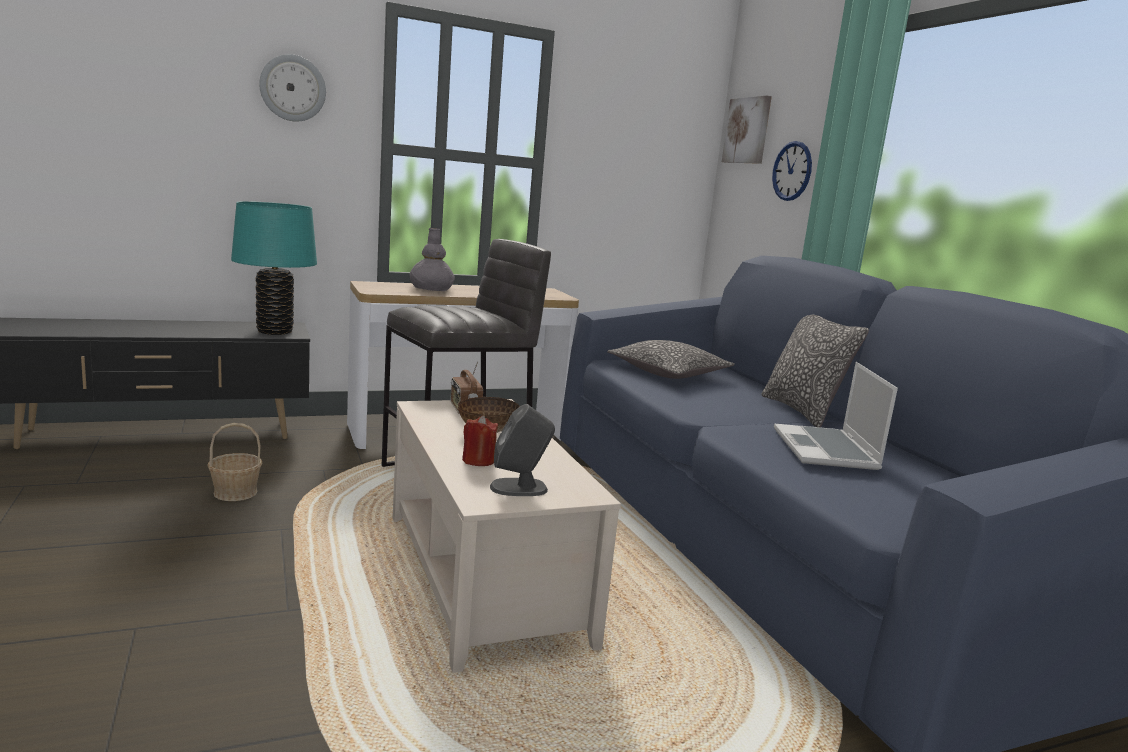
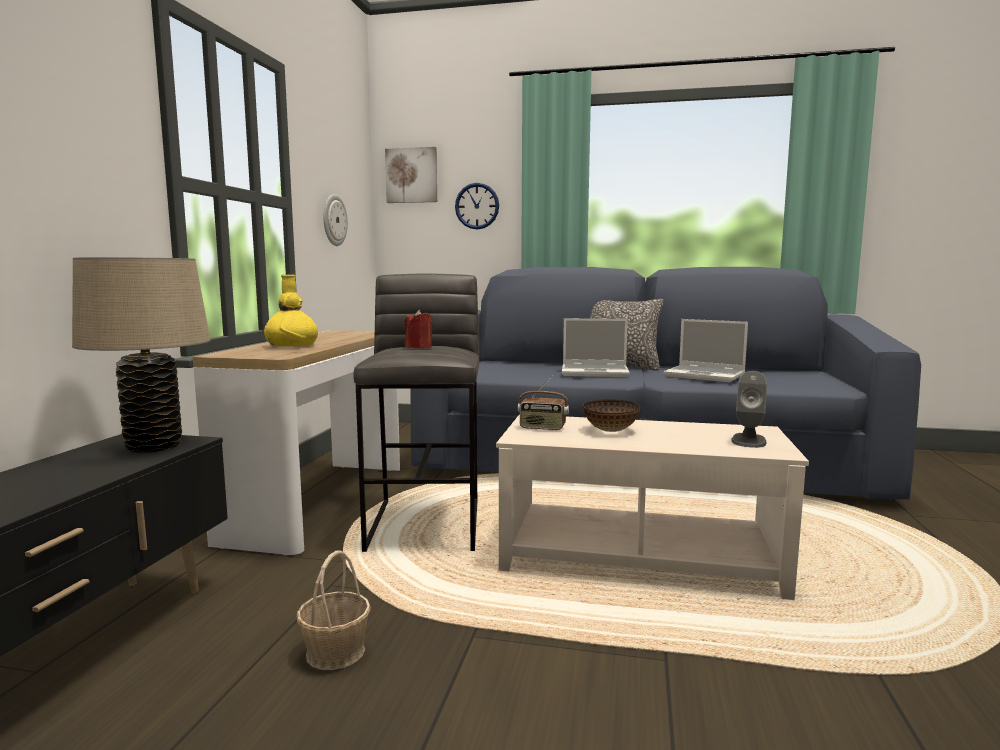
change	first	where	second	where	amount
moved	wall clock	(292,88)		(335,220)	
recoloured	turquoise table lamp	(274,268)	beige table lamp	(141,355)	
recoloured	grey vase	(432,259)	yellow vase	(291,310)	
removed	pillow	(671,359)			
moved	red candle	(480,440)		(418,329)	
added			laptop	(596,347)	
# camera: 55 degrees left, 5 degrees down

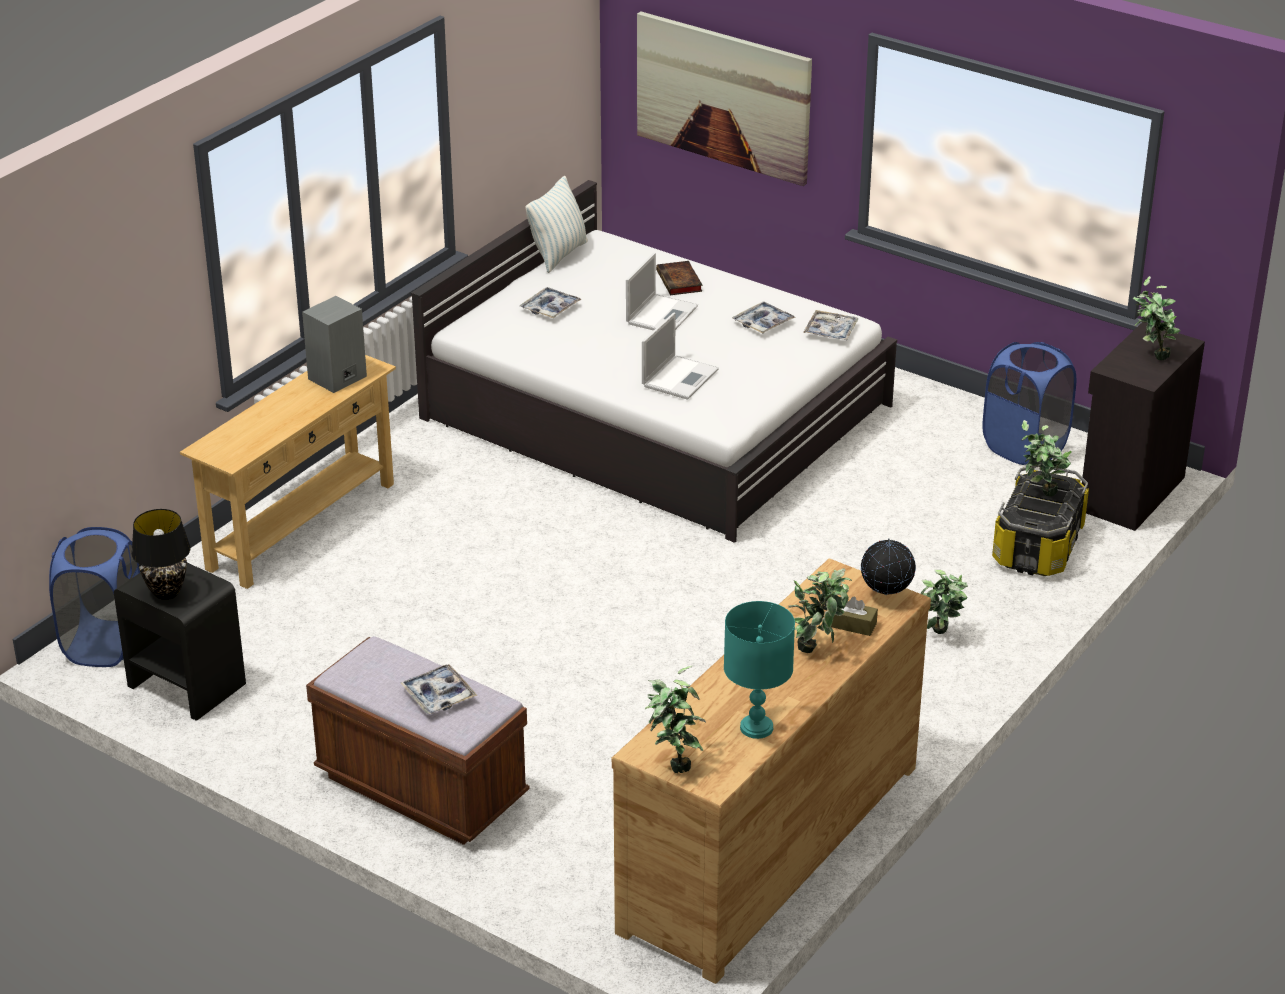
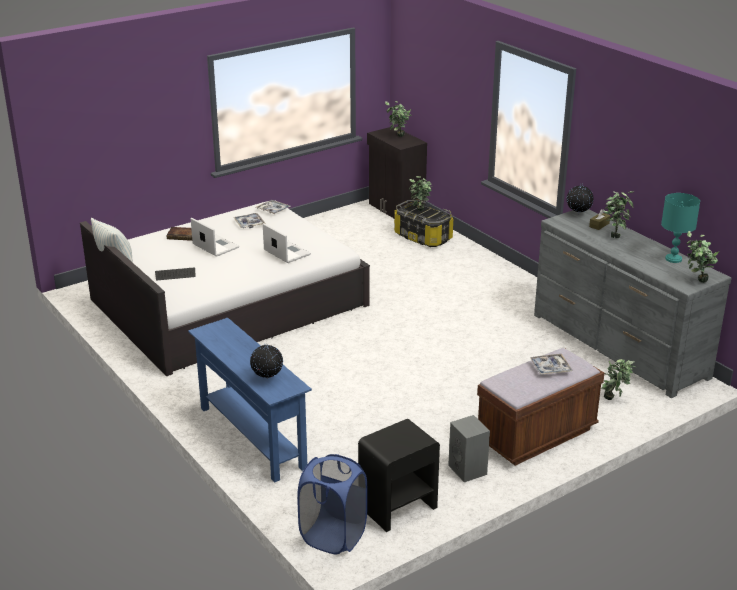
change	first	where	second	where	amount
removed	picture	(724,98)			
replaced	tray	(550,302)	keyboard	(175,273)	
moved	grey speaker	(334,344)		(469,448)	
removed	blue laundry basket	(1029,403)			
recoloured	beige console table	(288,472)	blue console table	(250,400)	
removed	black table lamp	(161,554)			
recoloured	brown dresser	(771,771)	grey dresser	(633,303)	
moved	potted plant	(944,602)		(618,379)	
added			globe	(266,361)	
# camera: 70 degrees left, 5 degrees down

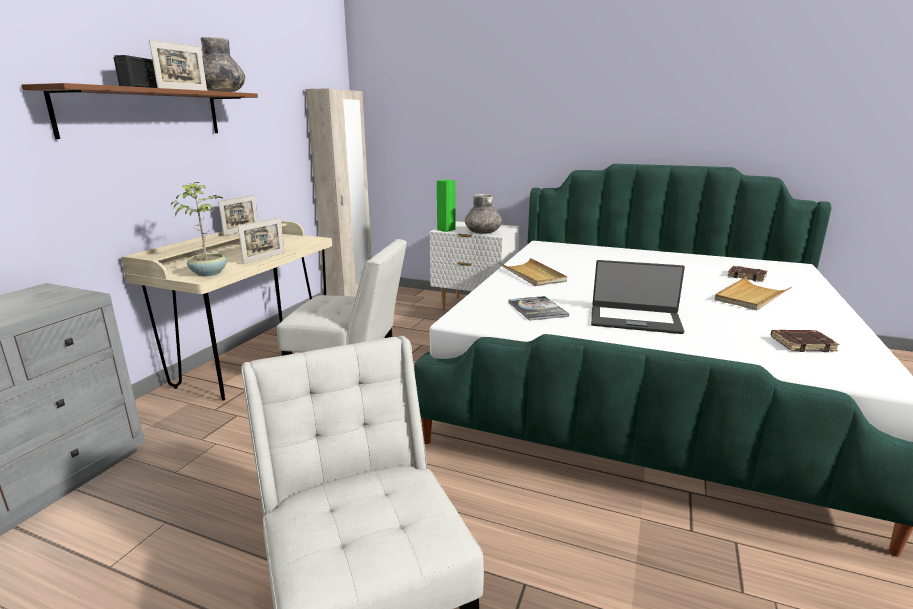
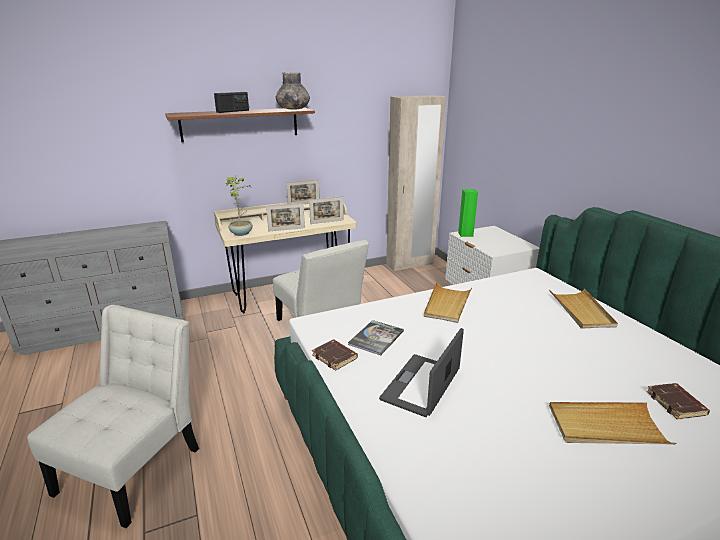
change	first	where	second	where	amount
moved	picture frame	(178,65)		(326,210)	
removed	grey vase	(483,214)			
turned	laptop	(638,297)		(421,372)	60 degrees clockwise
moved	brown book	(805,341)		(335,355)	
added			beige tray	(583,309)	
# camera: 45 degrees right, 5 degrees up

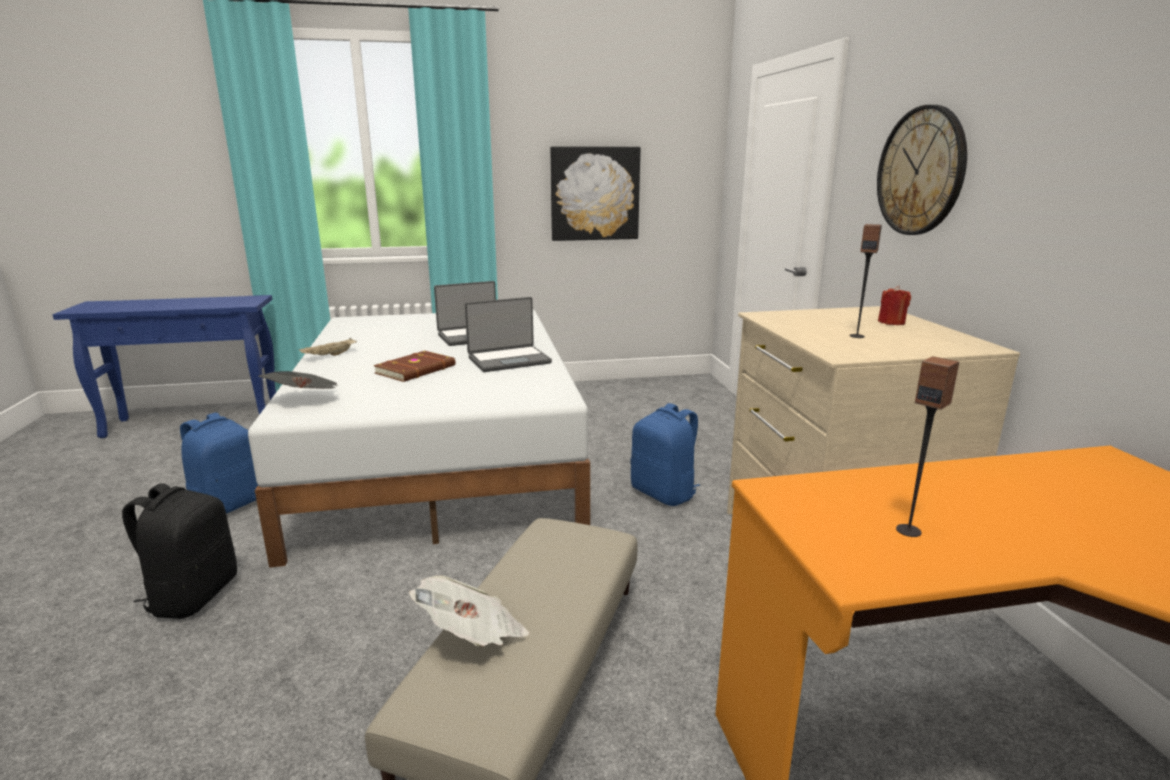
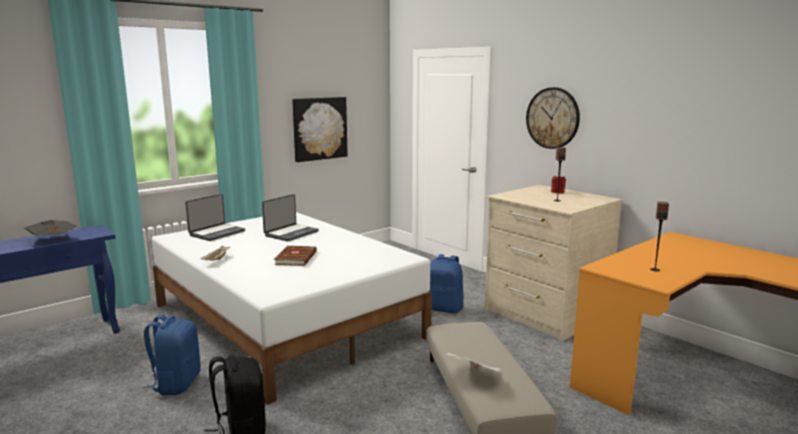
change	first	where	second	where	amount
moved	laptop	(508,334)		(215,217)	
moved	newspaper	(298,380)		(50,228)	
# camera: 30 degrees left, 5 degrees down

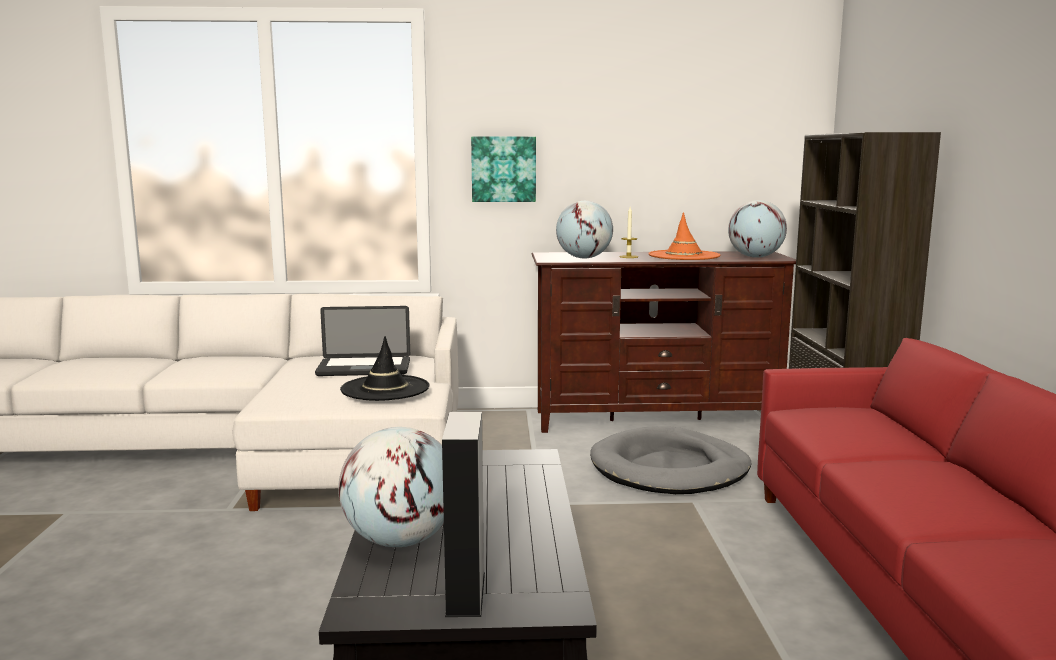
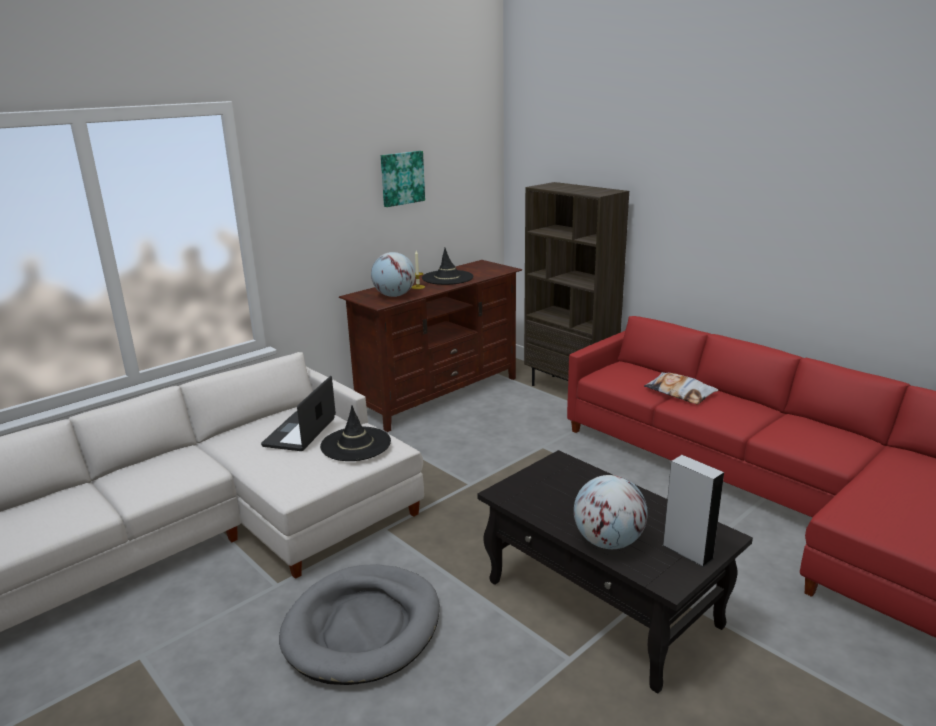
change	first	where	second	where	amount
moved	picture	(503,169)		(403,179)	
removed	globe	(757,229)			
recoloured	orange hat	(684,236)	black hat	(448,266)	
turned	laptop	(362,341)		(298,413)	150 degrees clockwise
moved	grey dog bed	(670,460)		(359,624)	
added			pillow	(681,388)	
# camera: 40 degrees left, 10 degrees up

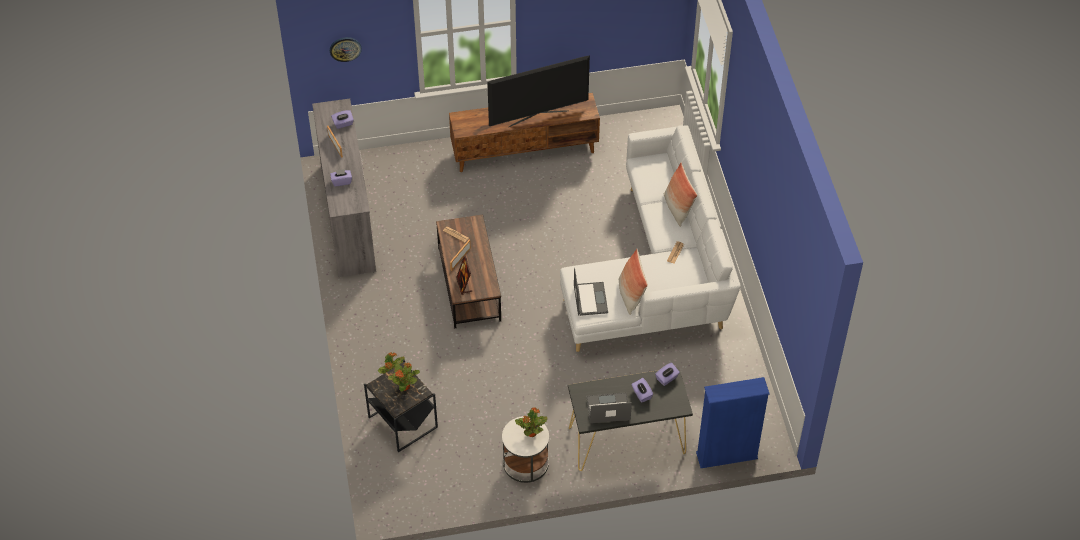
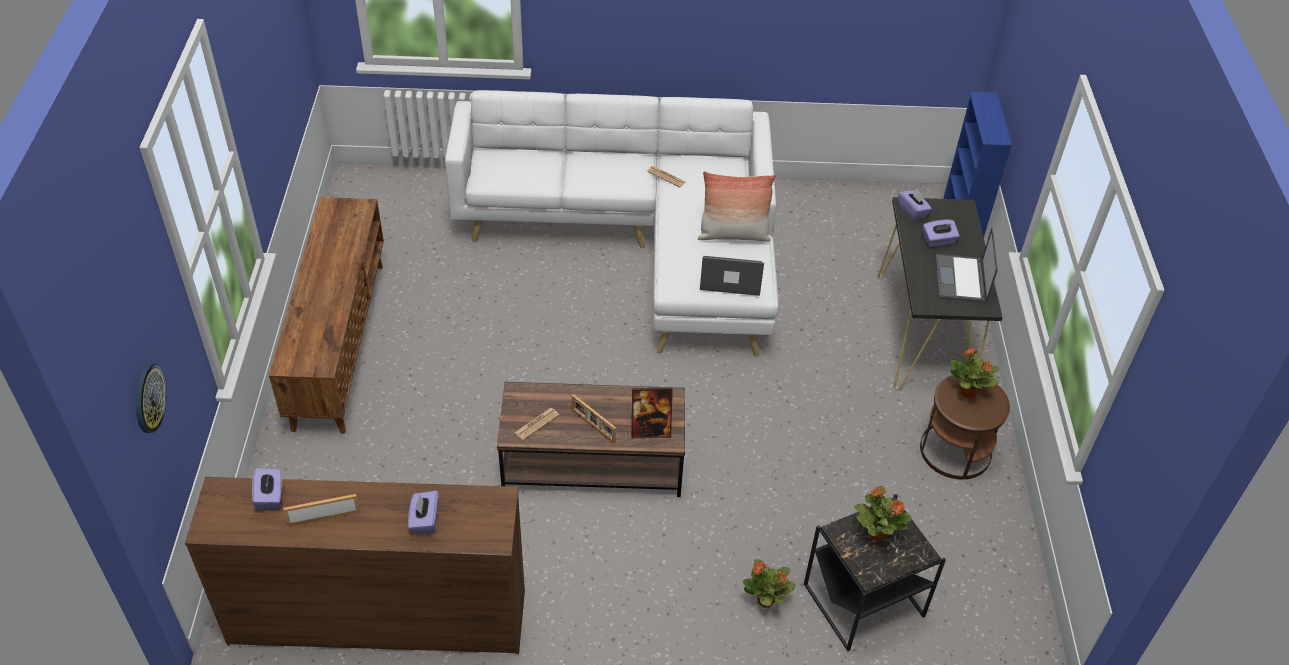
change	first	where	second	where	amount
removed	television	(538,91)			
recoloured	grey dresser	(344,187)	brown dresser	(355,565)	
removed	pillow	(680,194)			
recoloured	white side table	(525,449)	brown side table	(965,427)	
# camera: 80 degrees left, 5 degrees down

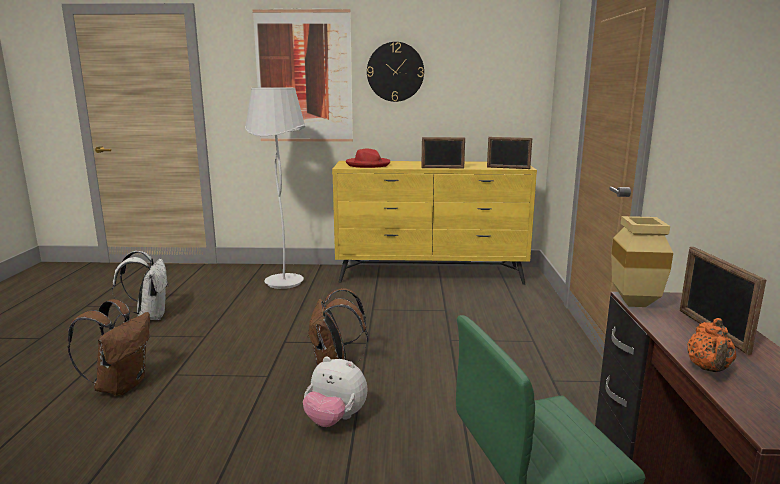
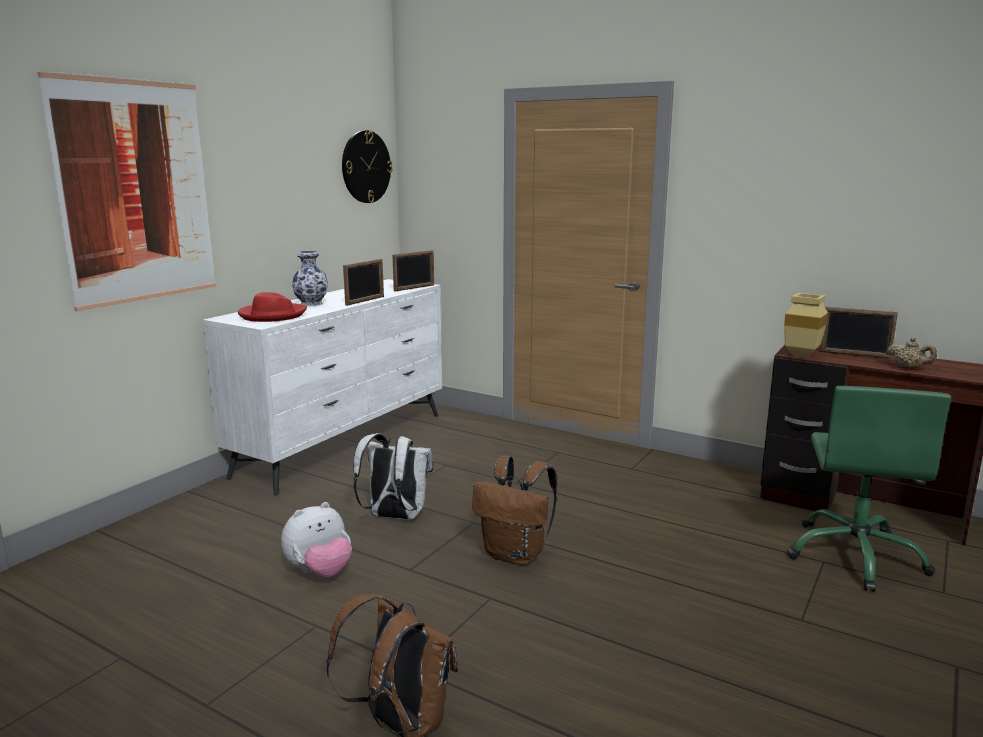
change	first	where	second	where	amount
moved	wall clock	(395,72)		(367,166)	
removed	white floor lamp	(275,188)			
recoloured	yellow dresser	(434,223)	white dresser	(322,387)	
moved	white backpack	(140,285)		(393,476)	
recoloured	orange teapot	(711,345)	beige teapot	(912,353)	
moved	plush toy	(335,391)		(316,539)	
added			vase	(310,278)	
# camera: 60 degrees left, 0 degrees up

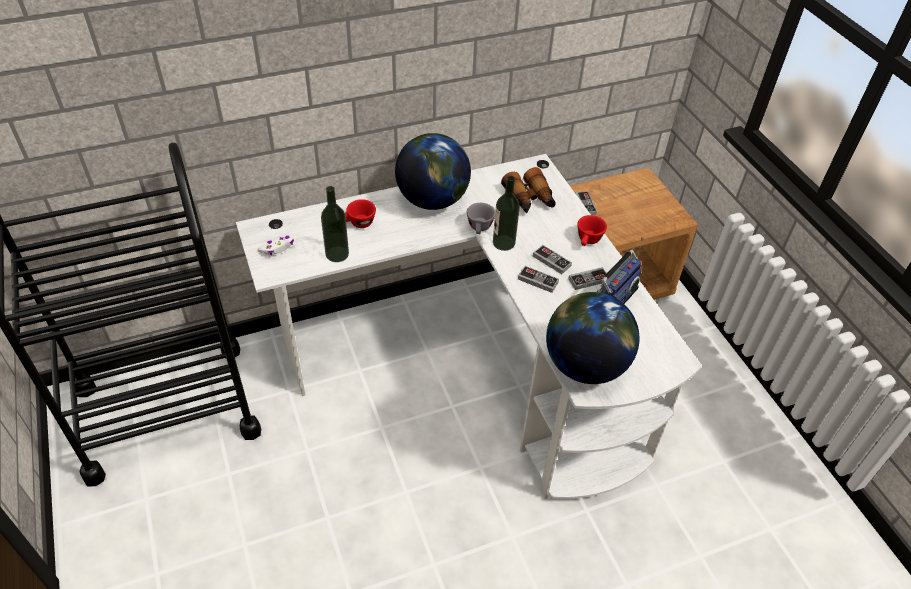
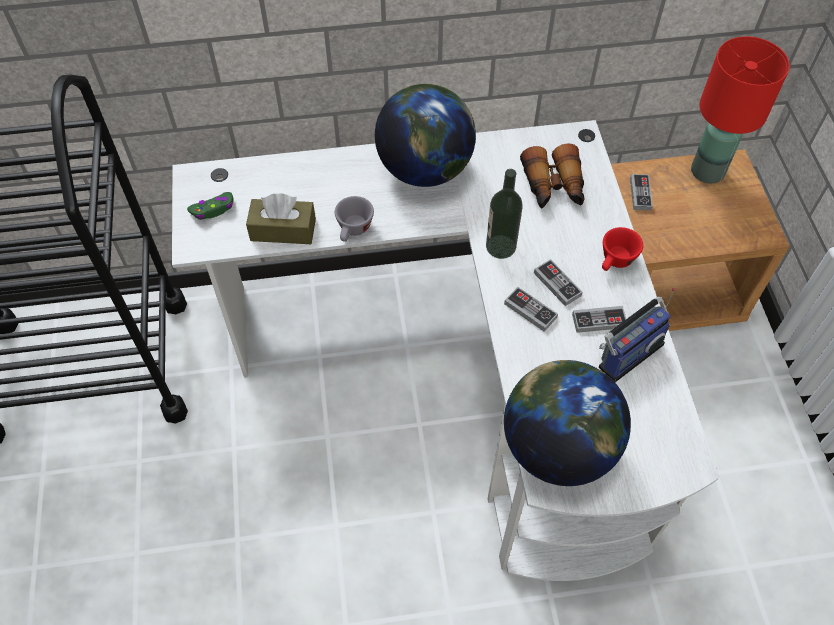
change	first	where	second	where	amount
replaced	bottle	(335,224)	brown tissue box	(281,219)	
removed	red cup	(360,213)			
moved	grey cup	(481,218)		(354,219)	
recoloured	white game controller	(275,244)	green game controller	(210,206)	
added			red table lamp	(740,109)	
# camera: 15 degrees right, 10 degrees up

